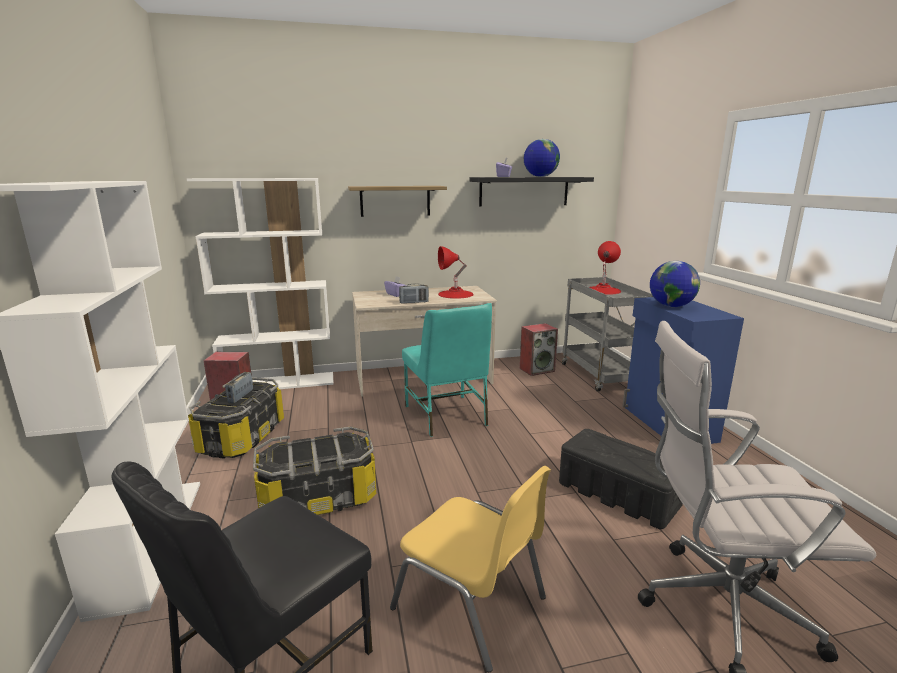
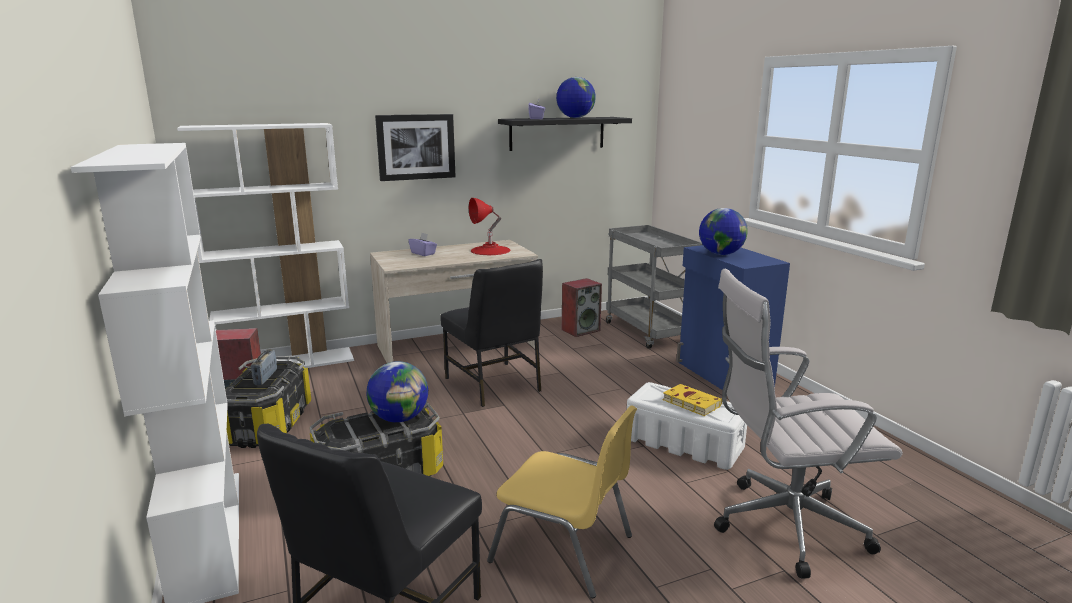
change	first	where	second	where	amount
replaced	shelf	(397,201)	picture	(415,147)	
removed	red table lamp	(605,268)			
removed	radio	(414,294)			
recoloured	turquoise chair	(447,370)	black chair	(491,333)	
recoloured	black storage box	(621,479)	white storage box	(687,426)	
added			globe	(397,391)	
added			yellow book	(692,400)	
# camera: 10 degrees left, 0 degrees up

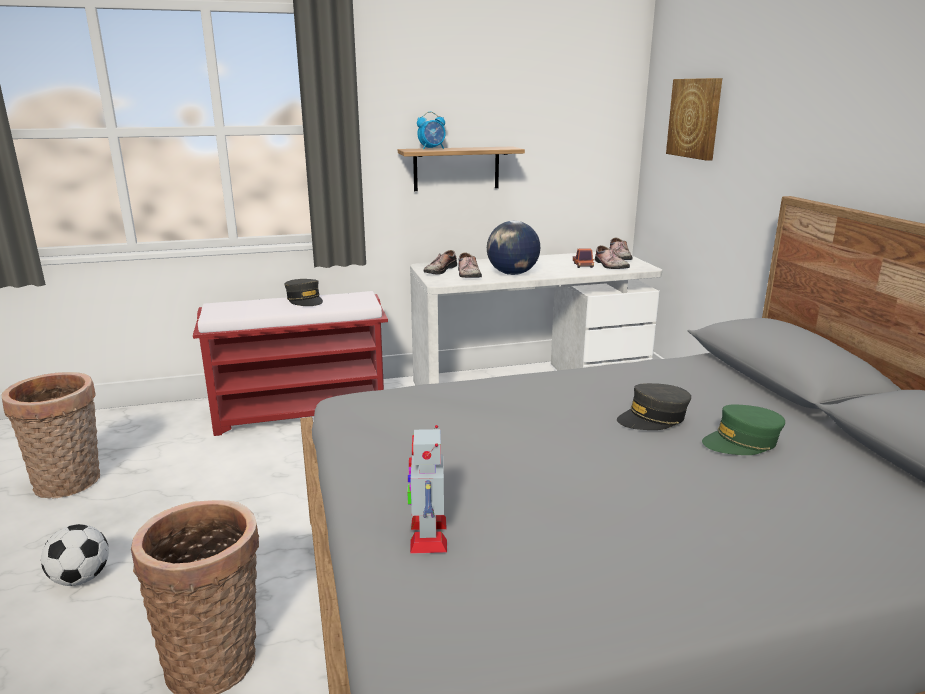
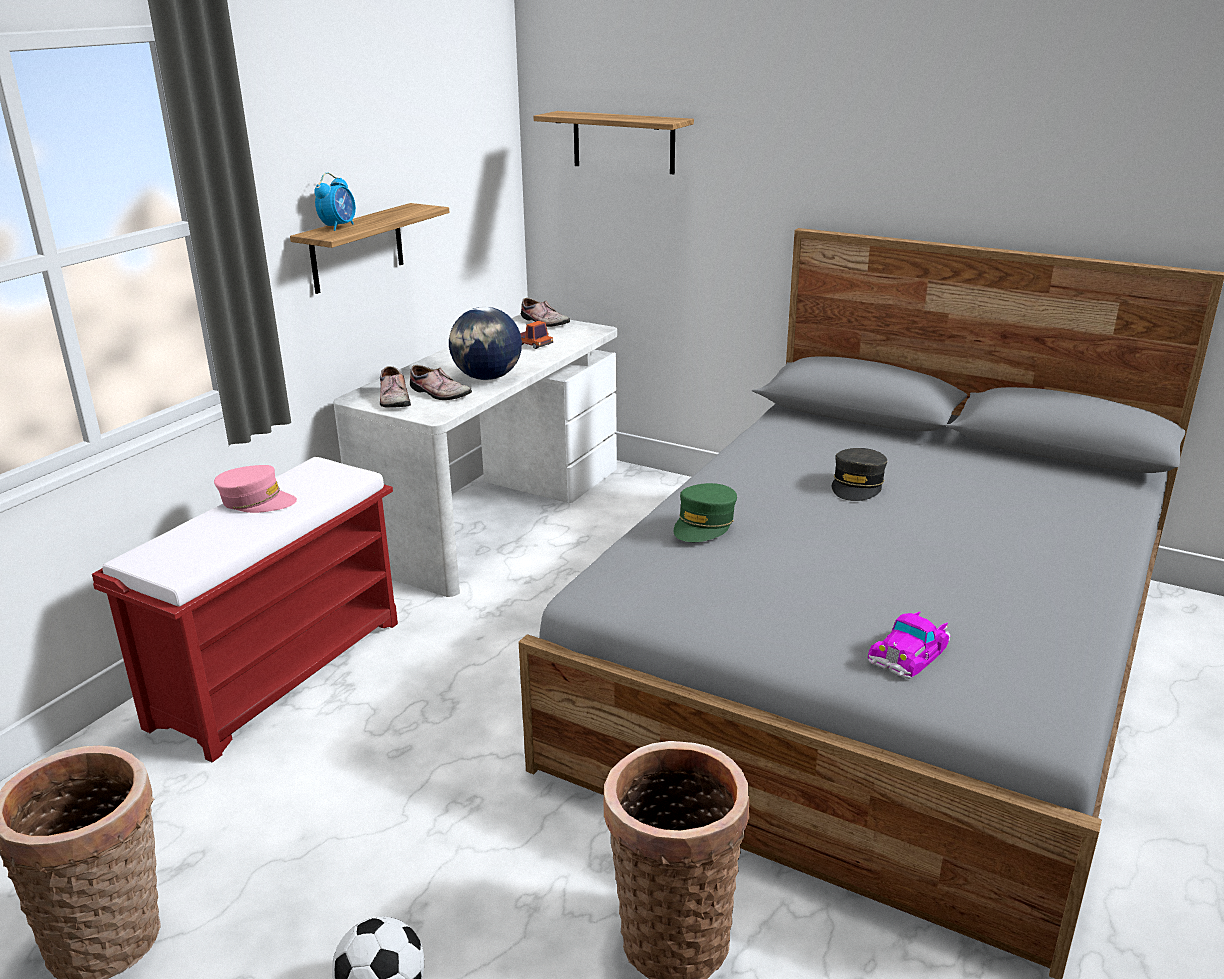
change	first	where	second	where	amount
replaced	picture	(694,119)	shelf	(614,142)	
removed	shoe	(612,257)			
recoloured	grey cap	(303,292)	pink cap	(255,489)	
moved	green cap	(743,430)		(705,512)	
replaced	toy robot	(427,489)	toy car	(909,645)	
# camera: 45 degrees left, 5 degrees up

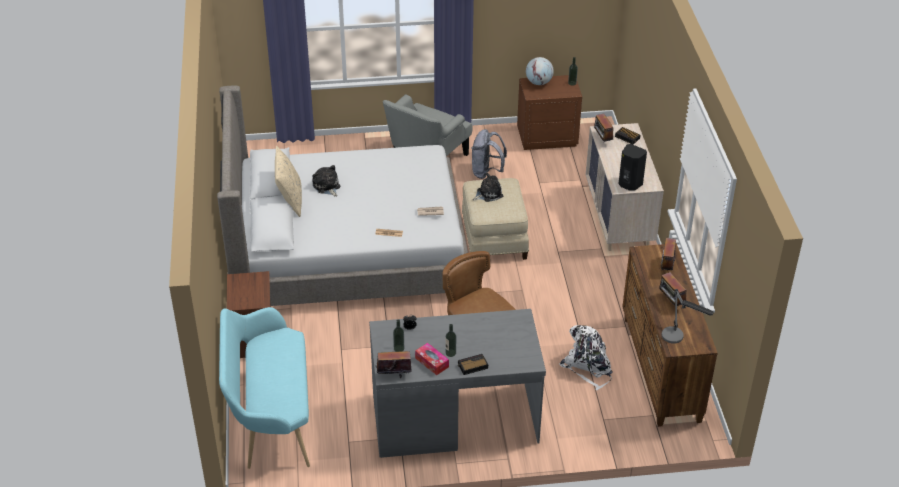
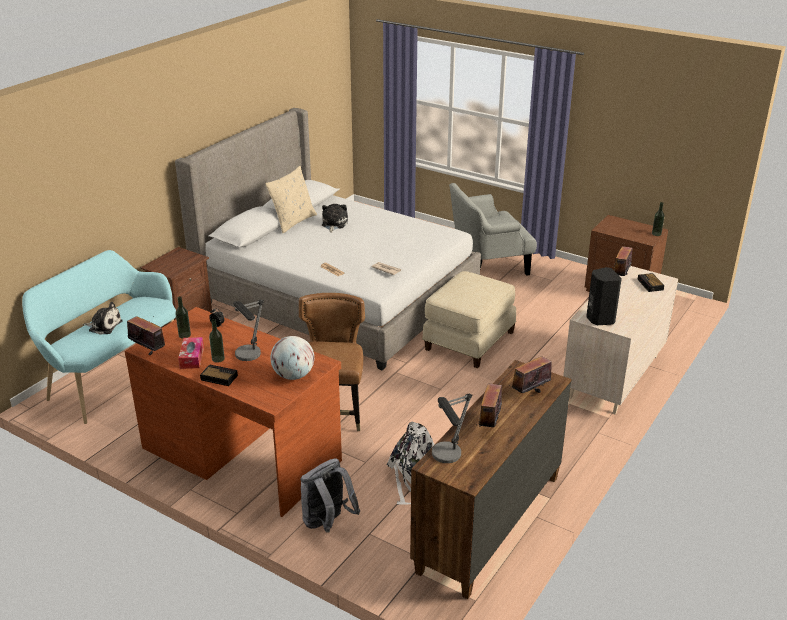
change	first	where	second	where	amount
moved	globe	(540,71)		(292,358)	
moved	grey backpack	(489,154)		(330,495)	
moved	plush toy	(488,187)		(102,318)	
recoloured	grey desk	(457,383)	brown desk	(233,412)	
added			table lamp	(248,330)	
# camera: 40 degrees right, 10 degrees down

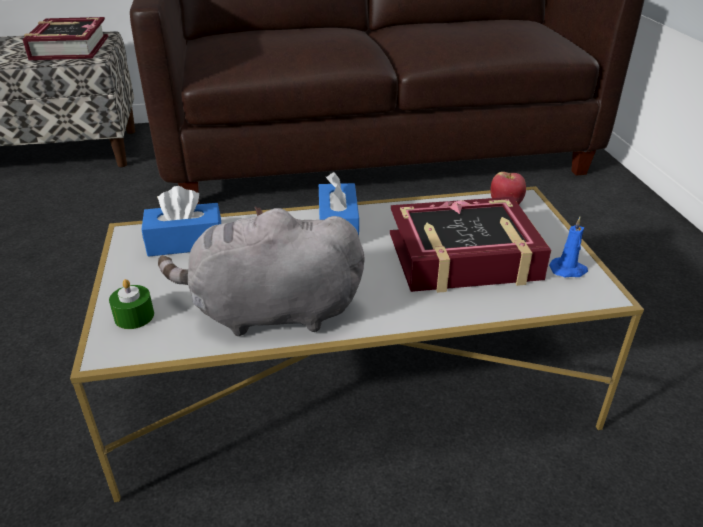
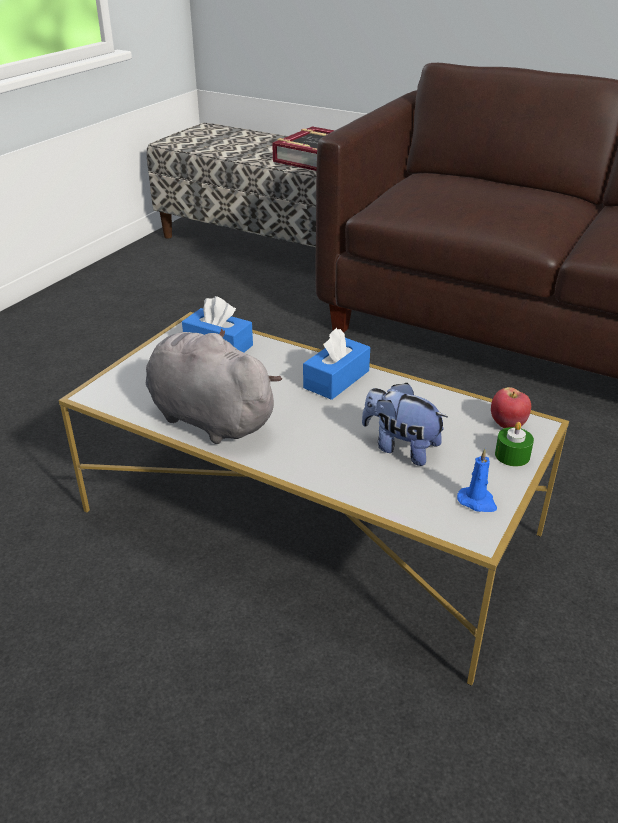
change	first	where	second	where	amount
replaced	book	(470,245)	plush toy	(405,424)	
moved	green candle	(131,304)		(514,444)	
# camera: 40 degrees right, 0 degrees up

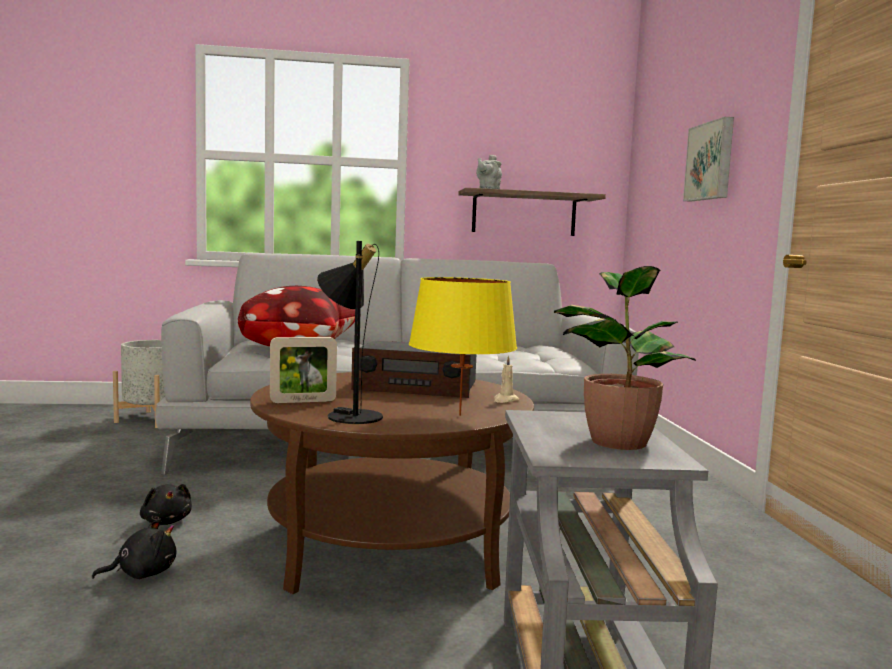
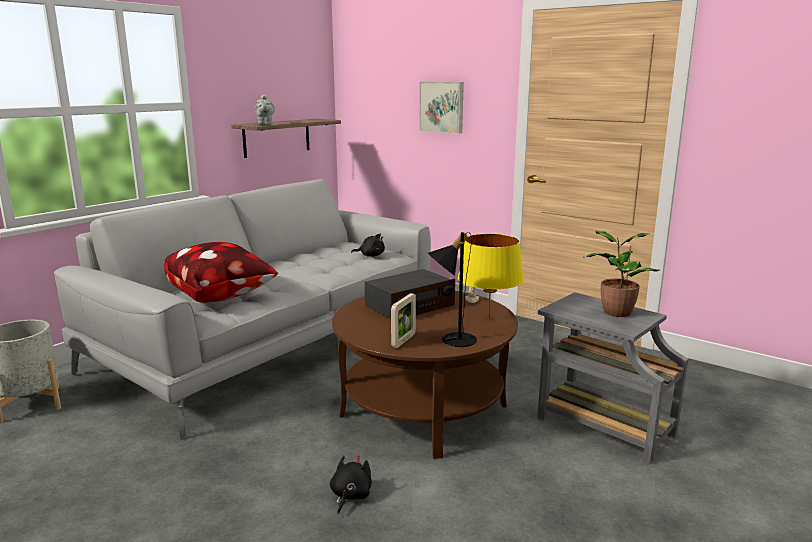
change	first	where	second	where	amount
moved	black plush toy	(166,504)		(368,245)	
# camera: 45 degrees left, 10 degrees up

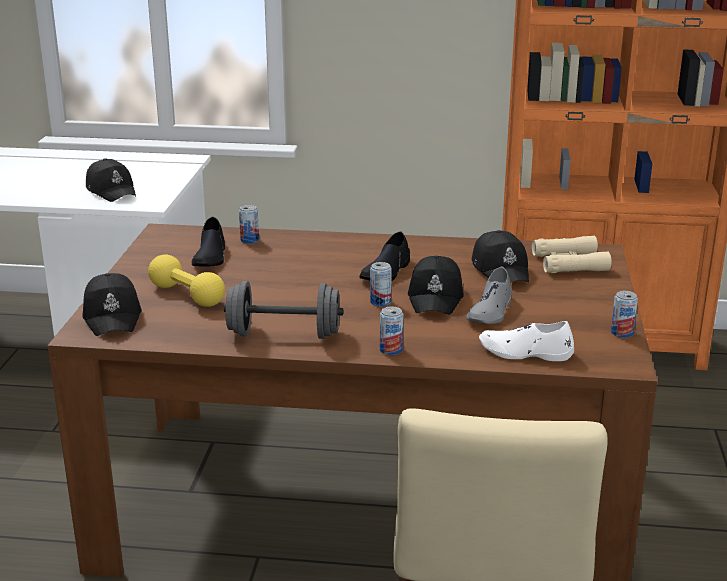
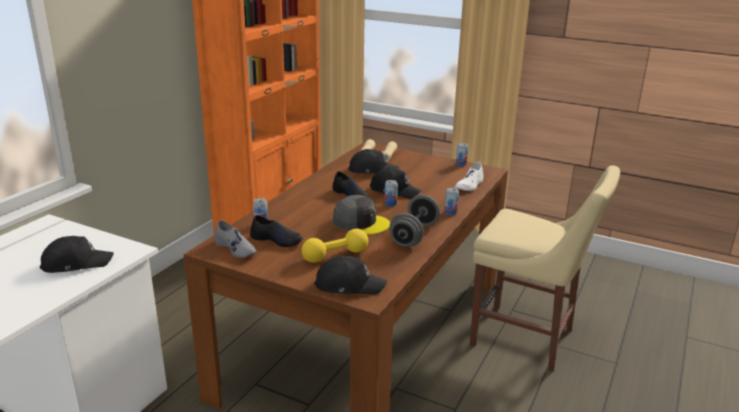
change	first	where	second	where	amount
moved	grey shoe	(489,295)		(235,239)	
added			grey cap	(361,215)	
# camera: 70 degrees left, 0 degrees up

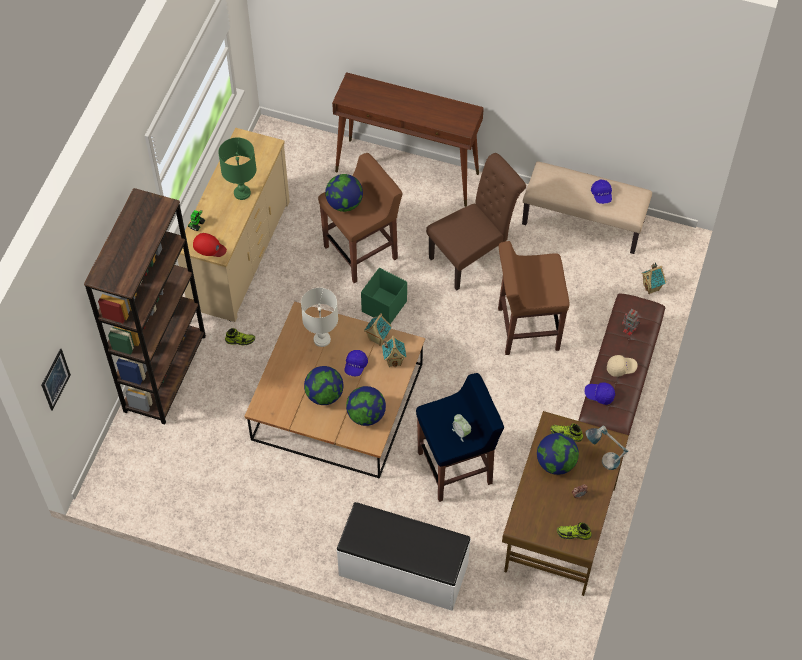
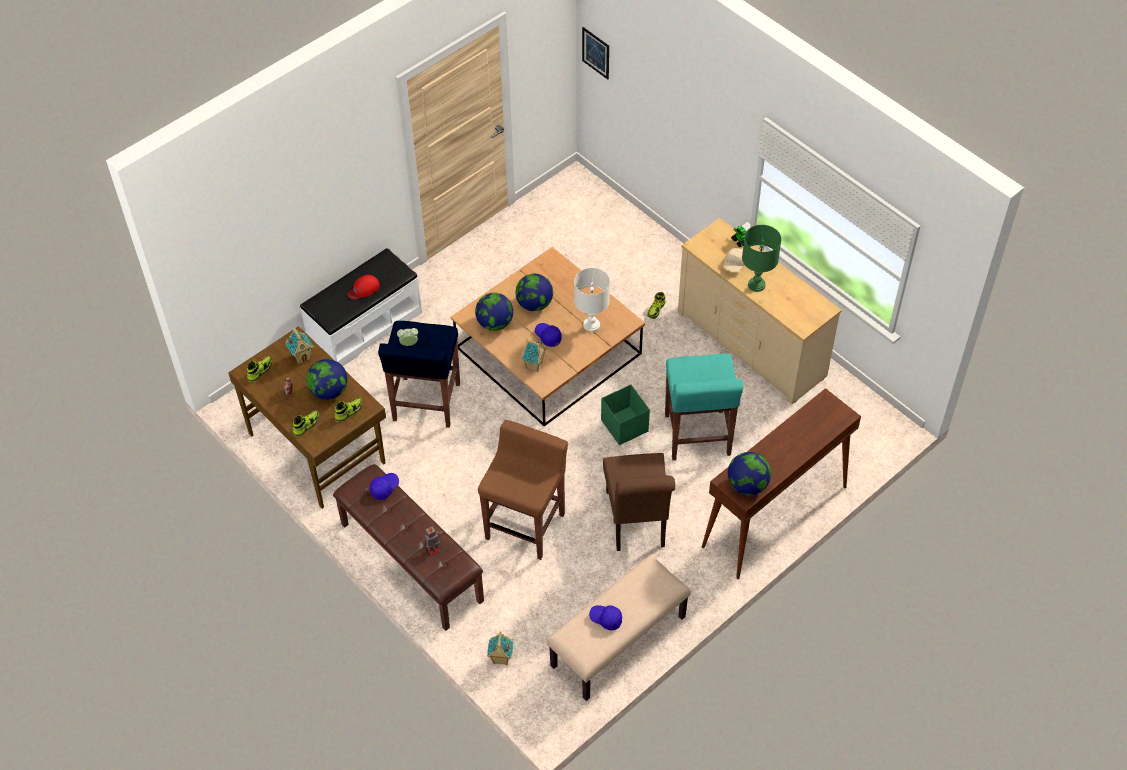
change	first	where	second	where	amount
recoloured	brown stool	(360,218)	turquoise stool	(704,407)	
moved	globe	(344,193)		(749,473)	
removed	brown bookcase	(145,306)			
moved	red cap	(210,245)		(363,287)	
moved	toy house	(377,329)		(300,346)	
moved	beige cap	(622,366)		(733,260)	
replaced	table lamp	(607,448)	shoe	(306,423)	
# camera: 120 degrees right, 5 degrees down

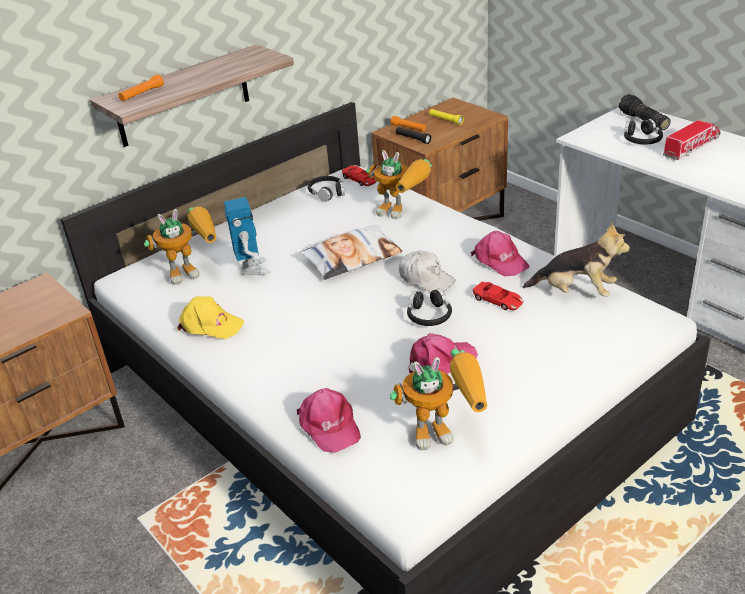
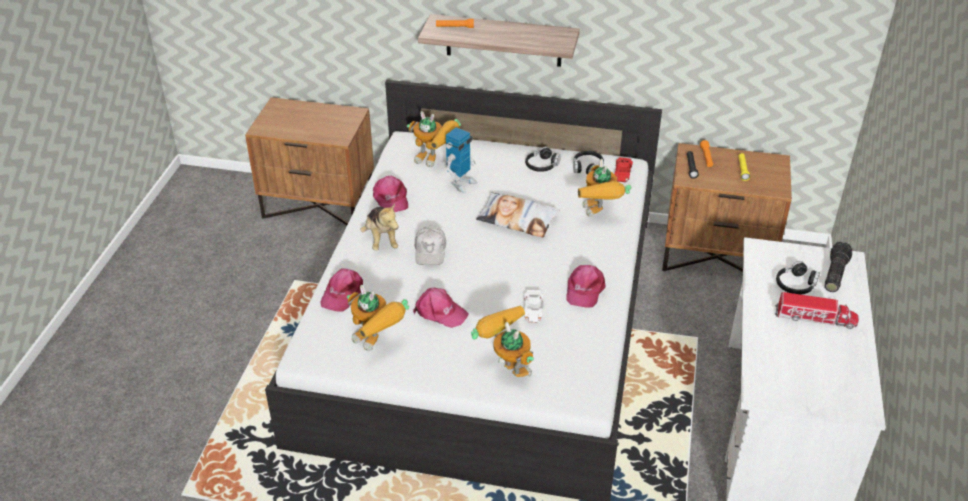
change	first	where	second	where	amount
moved	plush toy	(576,259)		(379,227)	
moved	white cap	(427,272)		(430,245)	
recoloured	red toy car	(498,296)	white toy car	(533,306)	
moved	black headphones	(429,307)		(543,159)	
recoloured	yellow cap	(211,317)	pink cap	(390,194)	
added			toy robot	(502,341)	
# camera: 50 degrees right, 5 degrees up

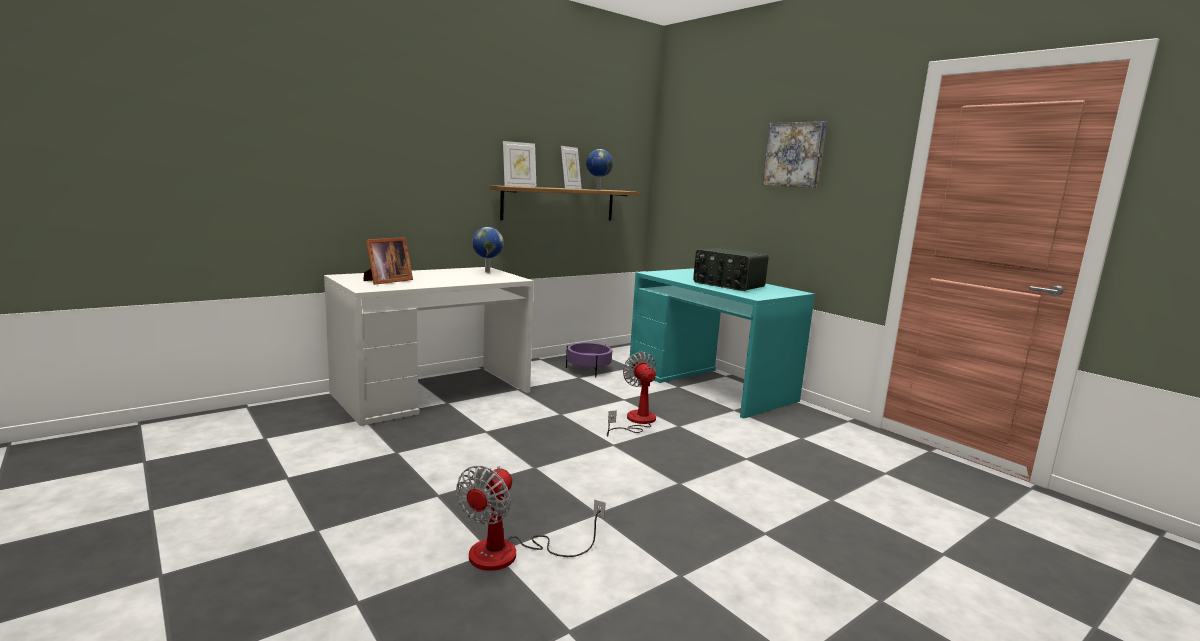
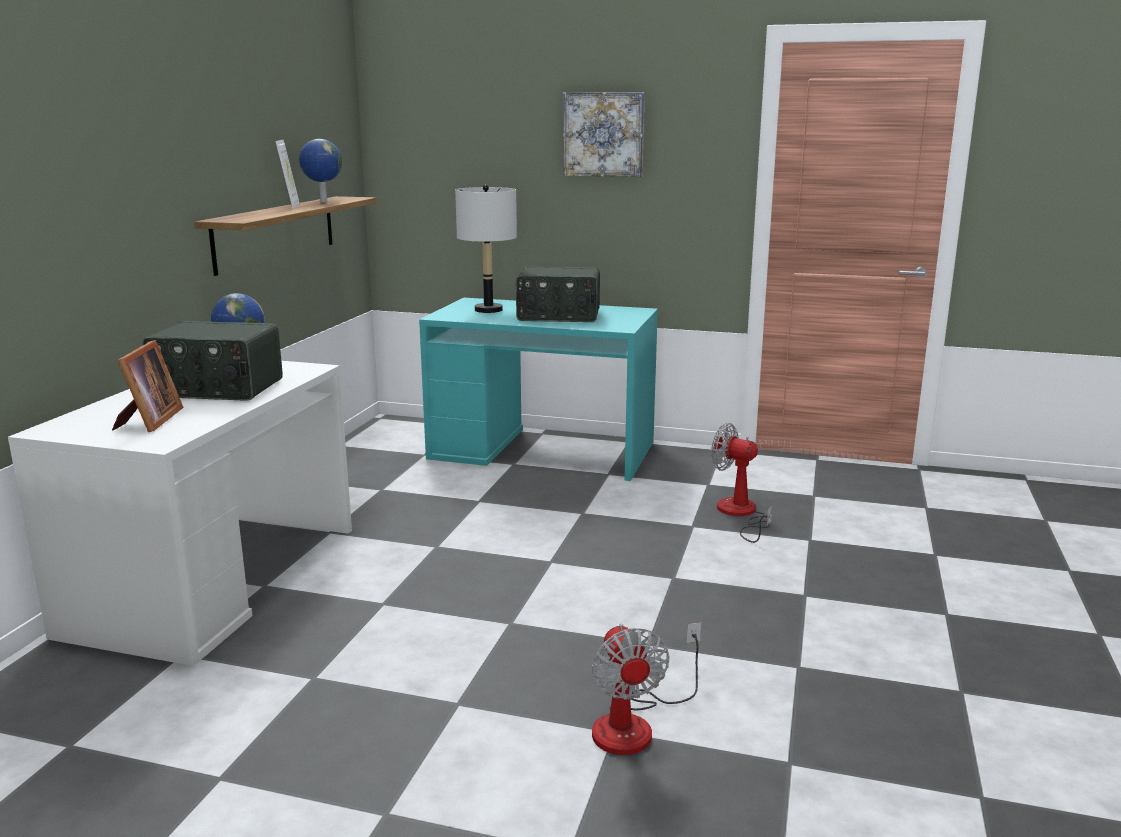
change	first	where	second	where	amount
removed	picture frame	(519,164)			
removed	purple planter	(589,360)			
moved	fan	(632,394)		(741,483)	
added			grey table lamp	(486,248)	
added			radio	(212,361)	
# camera: 35 degrees left, 5 degrees up

